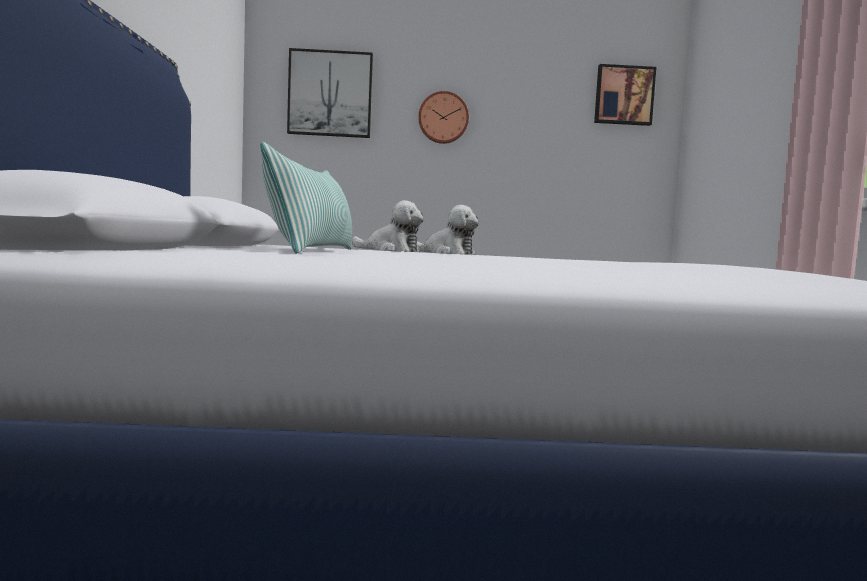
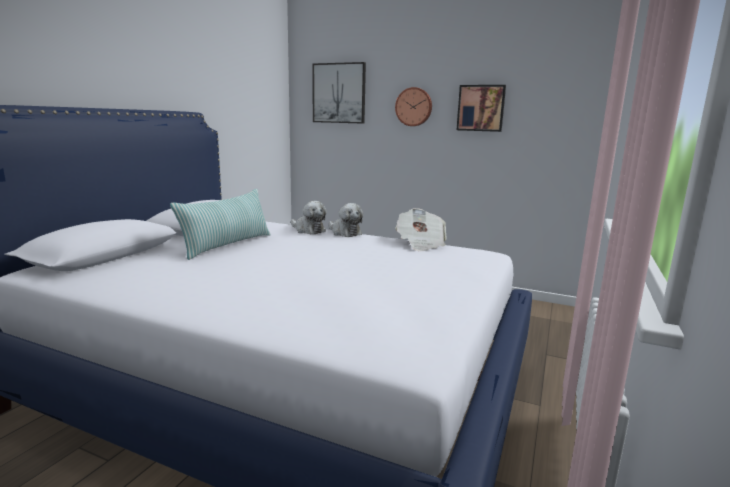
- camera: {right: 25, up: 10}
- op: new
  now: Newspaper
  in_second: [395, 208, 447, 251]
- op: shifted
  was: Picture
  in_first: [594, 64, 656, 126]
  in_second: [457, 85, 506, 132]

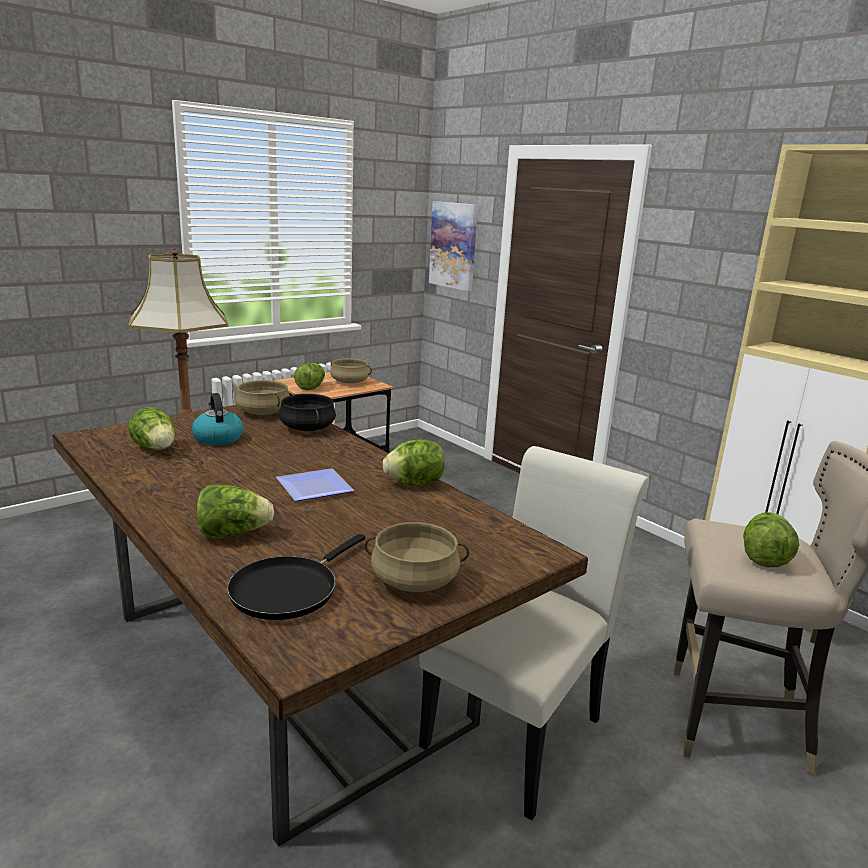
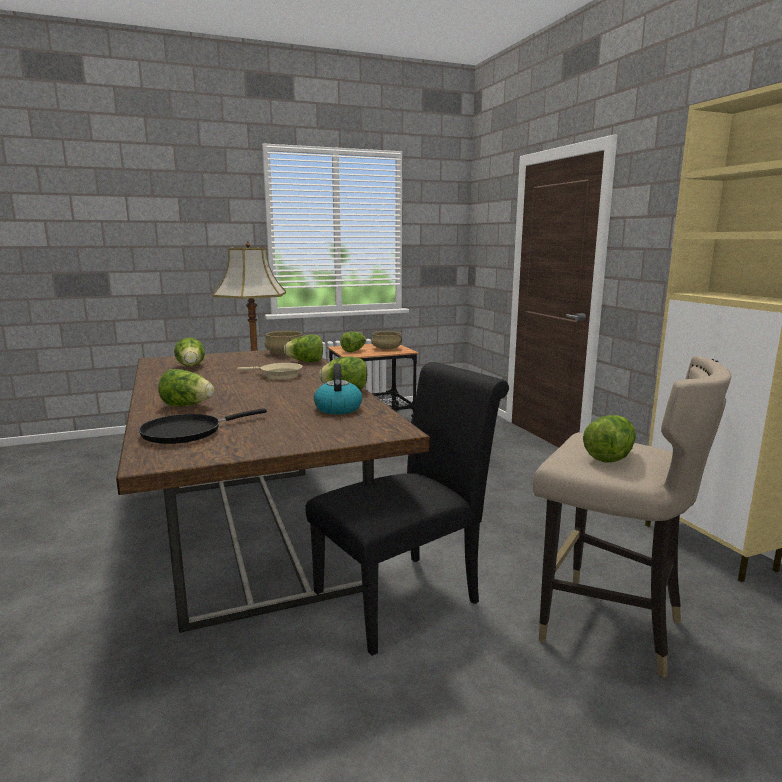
- camera: {right: 20, up: -5}
- op: gone
  was: Plate
  in_first: [276, 468, 354, 501]
- op: gone
  was: BeigeCookingPot
  in_first: [364, 522, 469, 592]
- op: gone
  was: Picture
  in_first: [429, 201, 478, 291]
- op: new
  now: BeigeFryingPan
  in_second: [237, 363, 303, 379]
- op: shifted
  was: Kettle
  in_first: [192, 393, 243, 445]
  in_second: [314, 363, 362, 414]
- op: swapped
  was: BlackCookingPot
  now: Lettuce
  in_first: [279, 394, 336, 431]
  in_second: [284, 335, 323, 362]
- op: repainted
  was: WhiteChair
  now: BlackChair
  in_first: [419, 446, 649, 821]
  in_second: [305, 362, 509, 656]

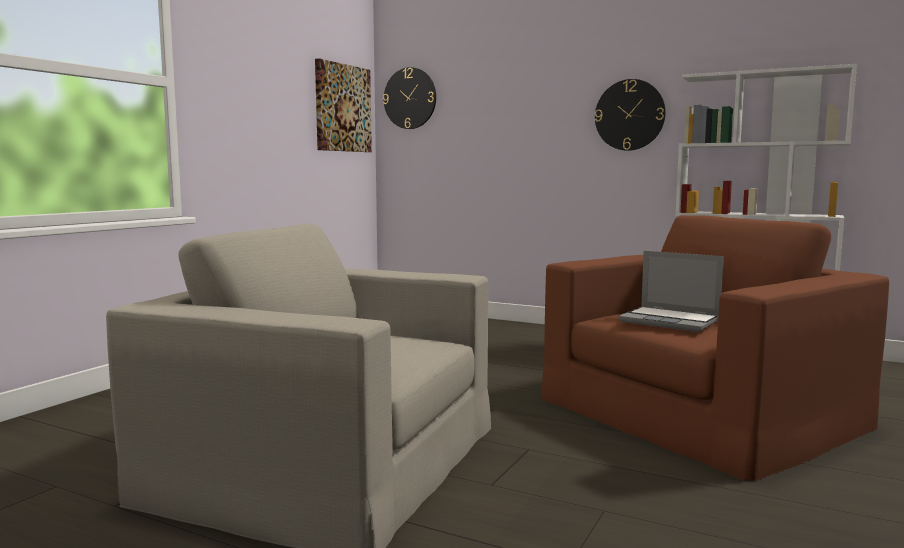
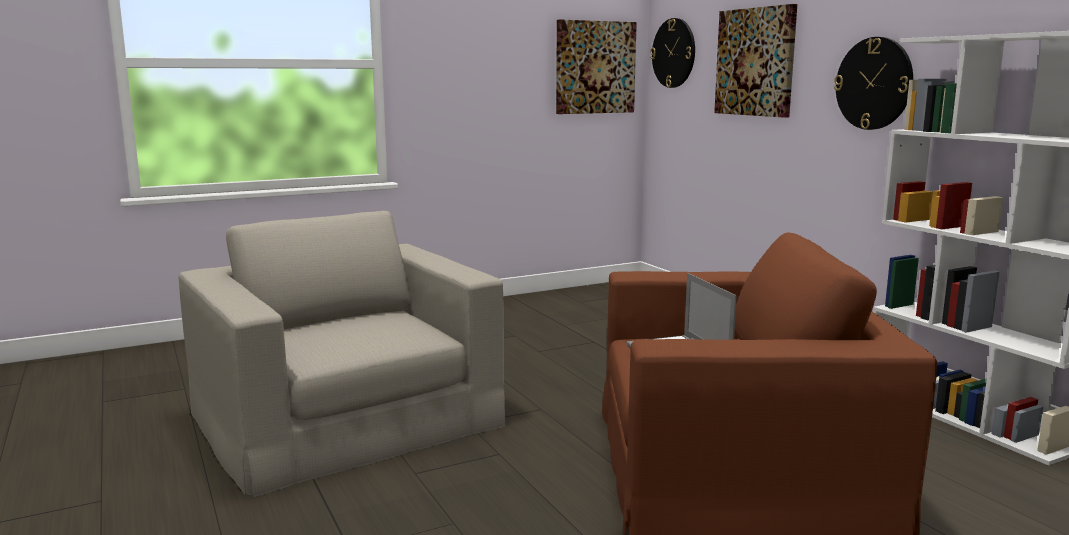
- camera: {right: 35, up: 5}
- op: new
  now: Picture
  in_second: [714, 4, 797, 118]

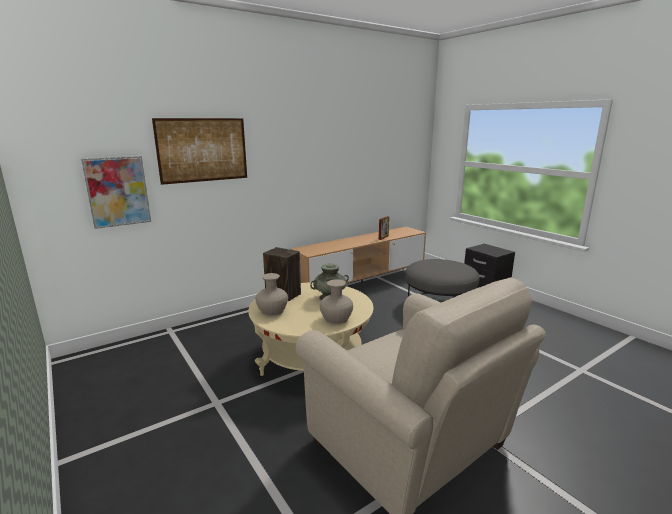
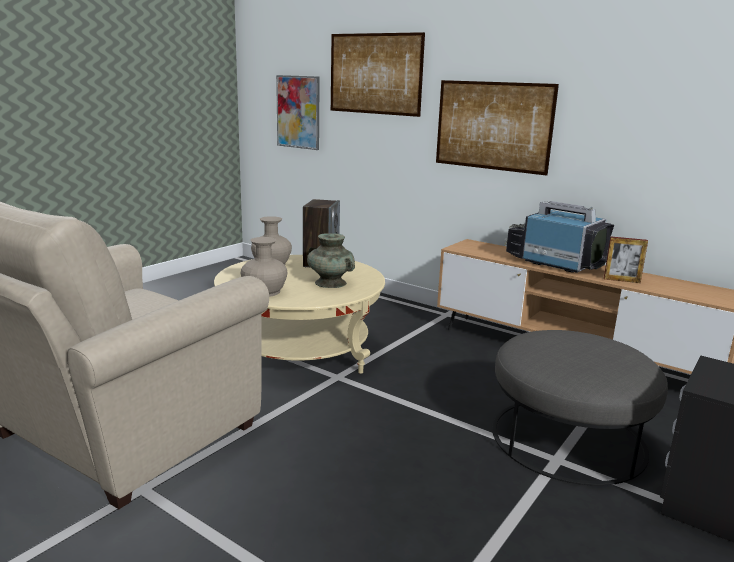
- camera: {right: 70, up: 0}
- op: new
  now: Picture
  in_second: [436, 80, 559, 176]
- op: new
  now: Television
  in_second: [504, 201, 614, 273]

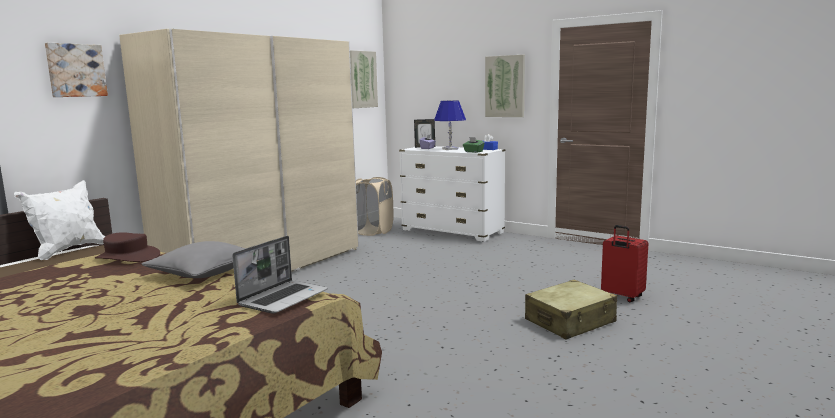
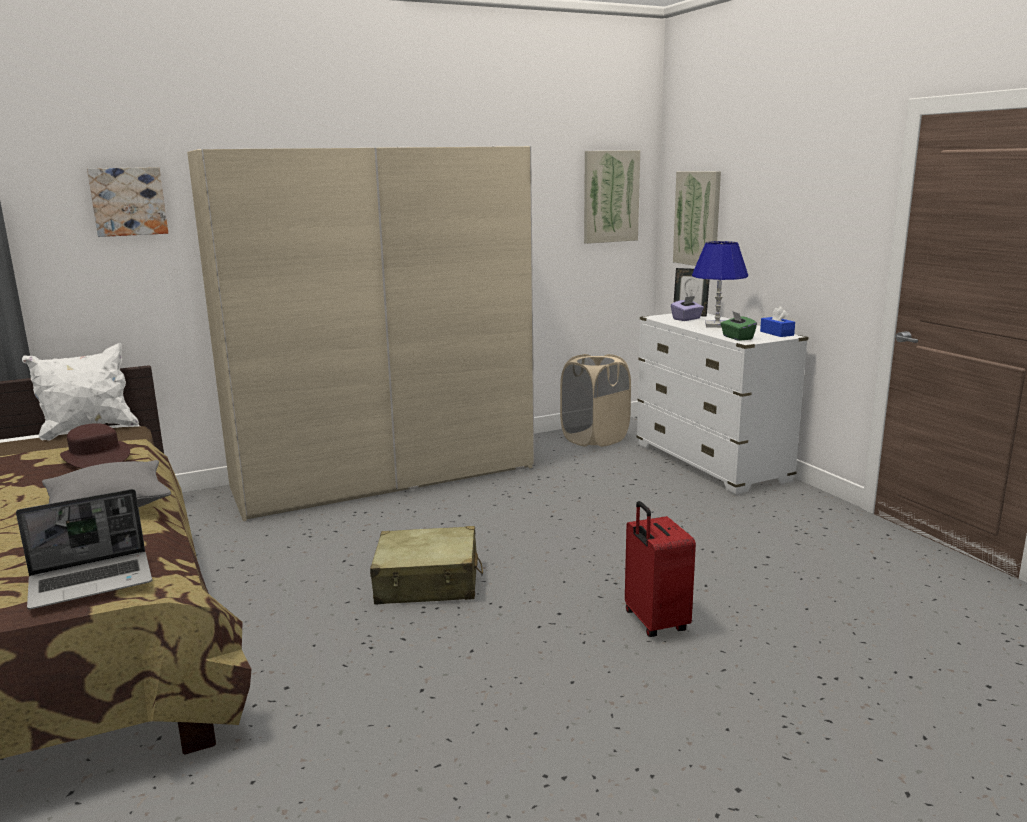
- camera: {right: 30, up: 5}
- op: shifted
  was: Picture
  in_first: [485, 55, 525, 117]
  in_second: [673, 171, 721, 266]
- op: shifted
  was: BeigeSuitcase
  in_first: [525, 280, 617, 340]
  in_second: [370, 526, 483, 604]
- op: shifted
  was: RedSuitcase
  in_first: [601, 225, 649, 302]
  in_second: [625, 501, 696, 637]

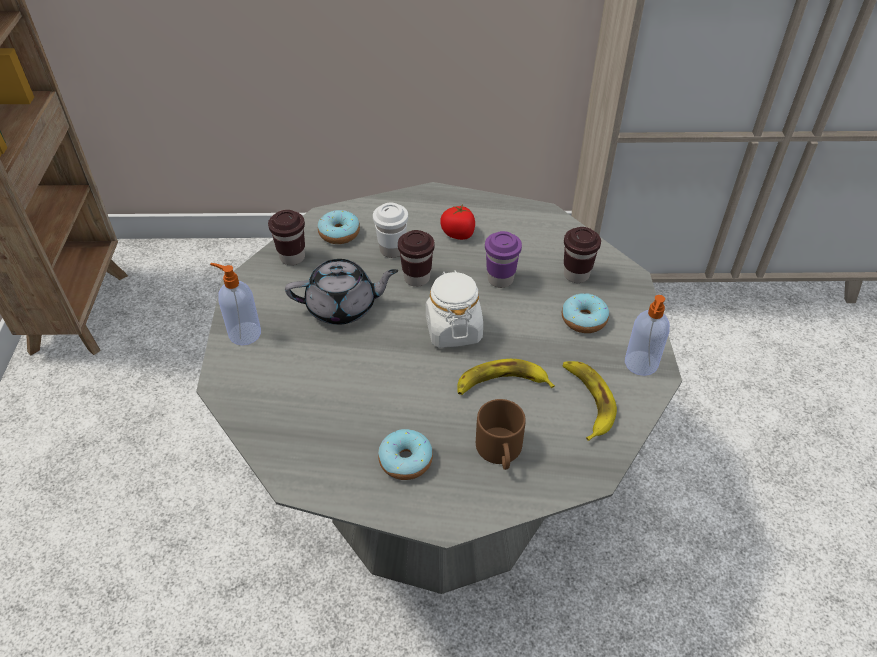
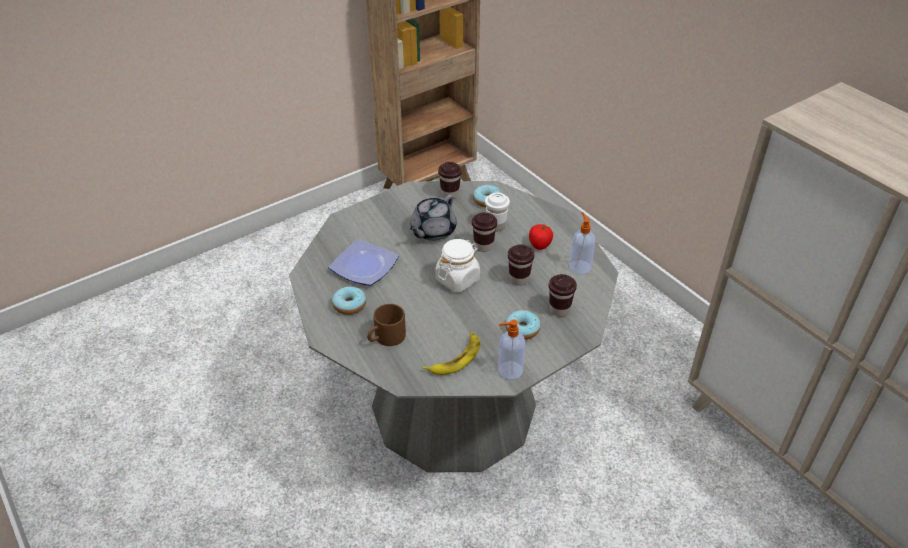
- camera: {right: 55, up: -5}
- op: gone
  was: Banana
  in_first: [457, 359, 555, 395]
- op: new
  now: Plate
  in_second: [328, 239, 399, 286]
- op: shifted
  was: SoapDispenser
  in_first: [210, 263, 261, 345]
  in_second: [569, 212, 595, 274]
- op: repainted
  was: PurpleCup
  now: BrownCup
  in_first: [485, 231, 522, 288]
  in_second: [508, 244, 534, 286]
- op: rotated
  was: GreyTeapot
  in_first: [285, 259, 398, 325]
  in_second: [410, 195, 457, 241]
  clockwise: 75

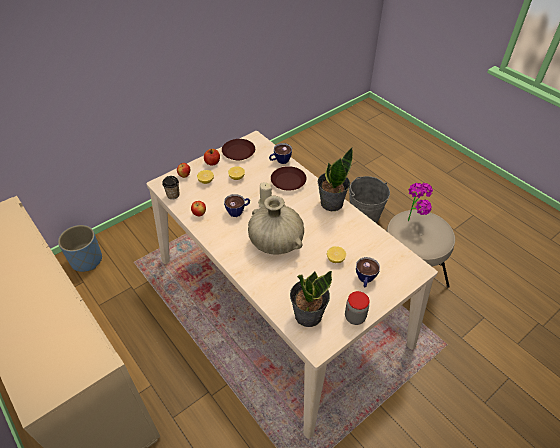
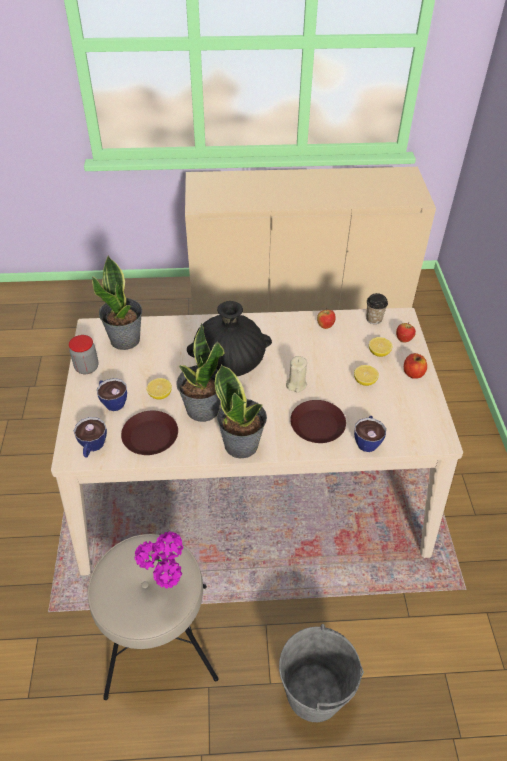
- camera: {right: 125, up: 0}
- op: gone
  was: BluePlanter
  in_first: [58, 225, 102, 272]
- op: new
  now: PottedPlant
  in_second: [176, 323, 224, 422]
- op: shifted
  was: BrownPlate
  in_first: [222, 139, 255, 160]
  in_second: [121, 410, 178, 455]
- op: shifted
  was: Cup
  in_first: [224, 194, 250, 217]
  in_second: [74, 417, 107, 458]
- op: repainted
  was: BeigeVase
  now: BlackVase
  in_first: [248, 196, 304, 255]
  in_second: [187, 301, 272, 376]

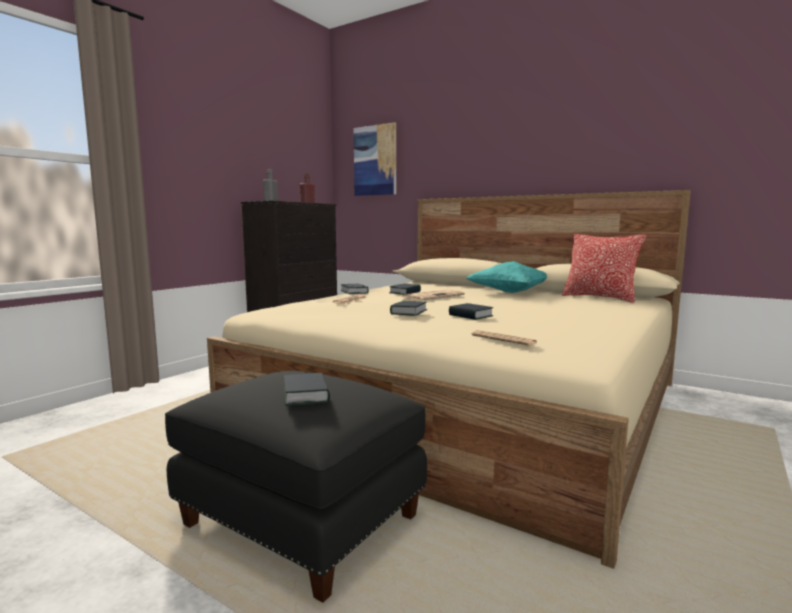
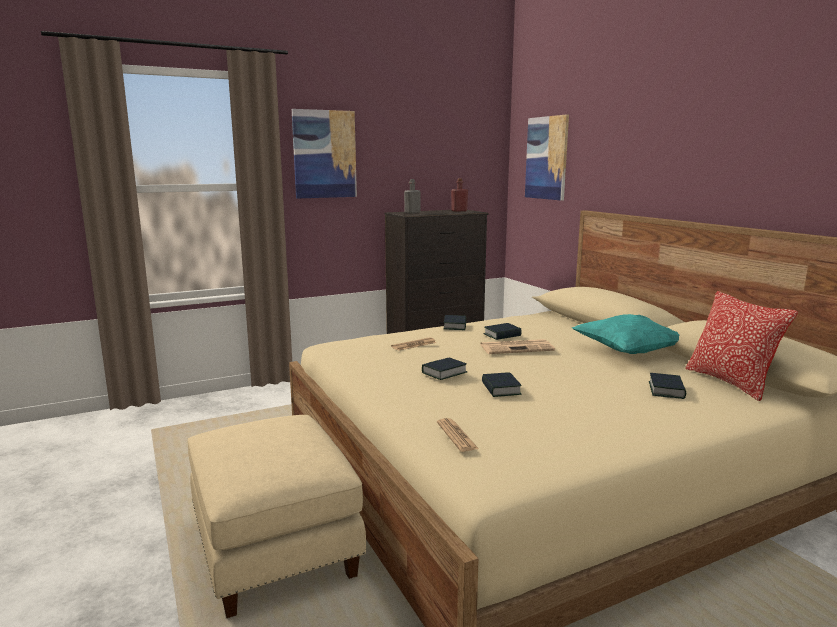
- camera: {right: 30, up: 5}
- op: new
  now: Picture
  in_second: [292, 109, 357, 198]
- op: shifted
  was: Book
  in_first: [284, 373, 330, 406]
  in_second: [649, 373, 686, 399]
- op: repainted
  was: BlackOttoman
  now: BeigeOttoman
  in_first: [165, 371, 427, 603]
  in_second: [188, 415, 366, 618]

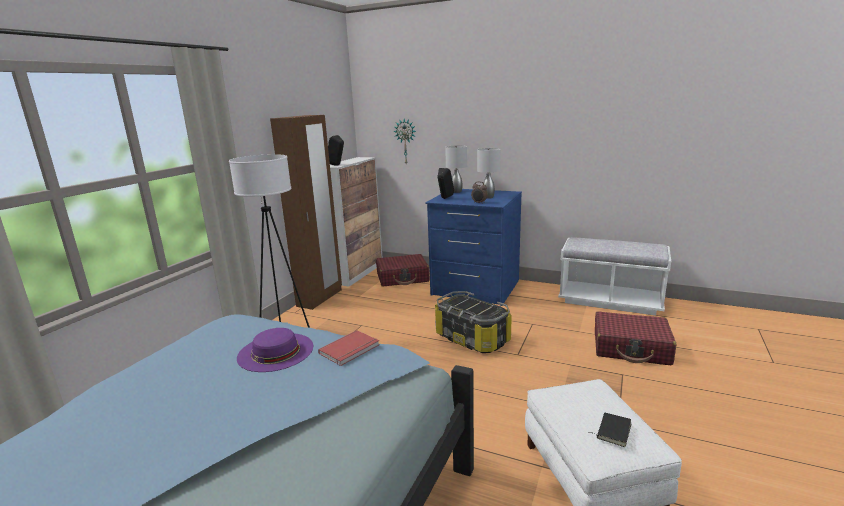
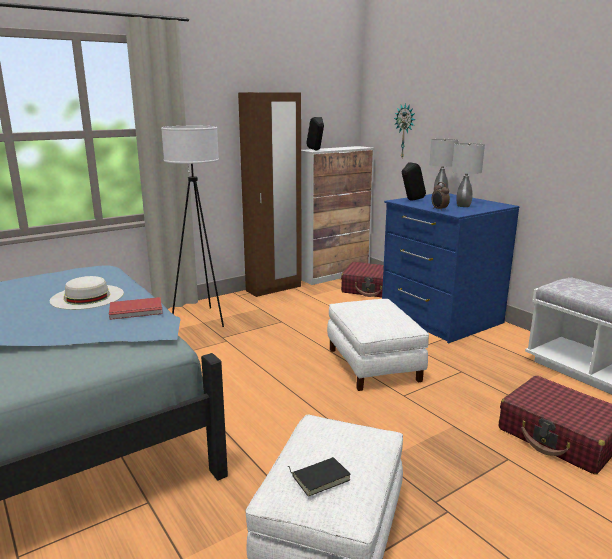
- camera: {right: 30, up: 0}
- op: swapped
  was: StorageBox
  now: WhiteOttoman
  in_first: [435, 291, 512, 353]
  in_second: [327, 299, 429, 391]
- op: repainted
  was: PurpleHat
  now: WhiteHat
  in_first: [237, 328, 313, 372]
  in_second: [50, 276, 124, 310]

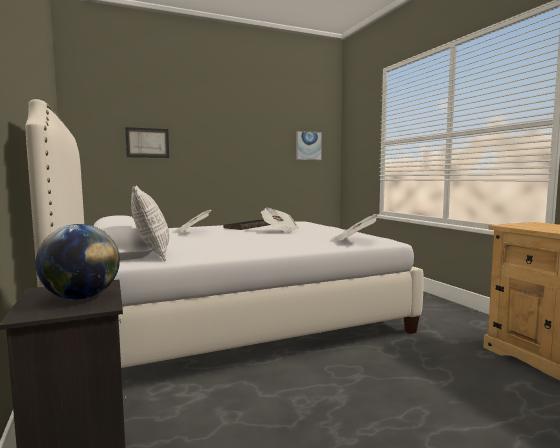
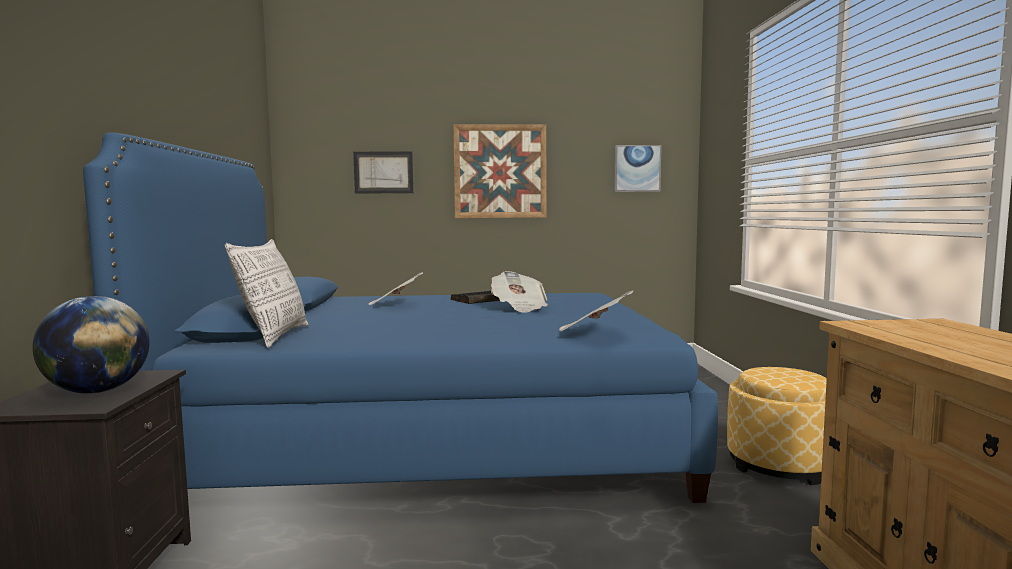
- camera: {right: 20, up: 0}
- op: new
  now: Picture
  in_second: [453, 125, 546, 218]
- op: new
  now: Ottoman
  in_second: [727, 367, 827, 485]
- op: repainted
  was: WhiteBed
  now: BlueBed
  in_first: [25, 99, 424, 368]
  in_second: [83, 133, 718, 503]

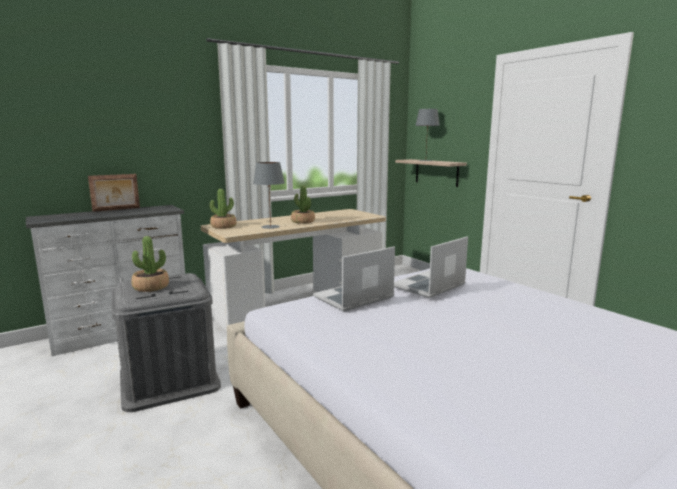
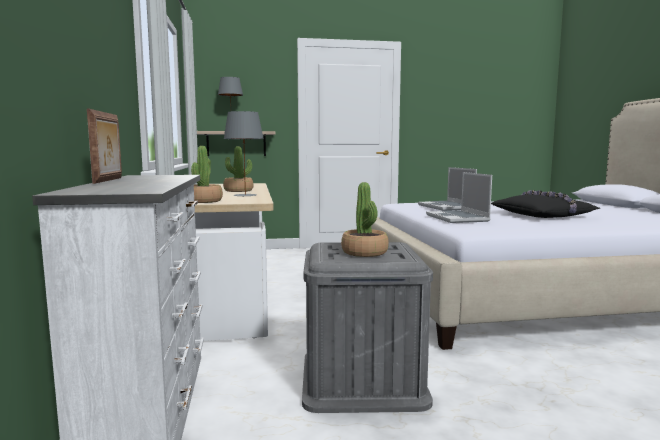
- camera: {right: -65, up: -5}
- op: new
  now: BlackPillow
  in_second: [491, 190, 601, 218]

